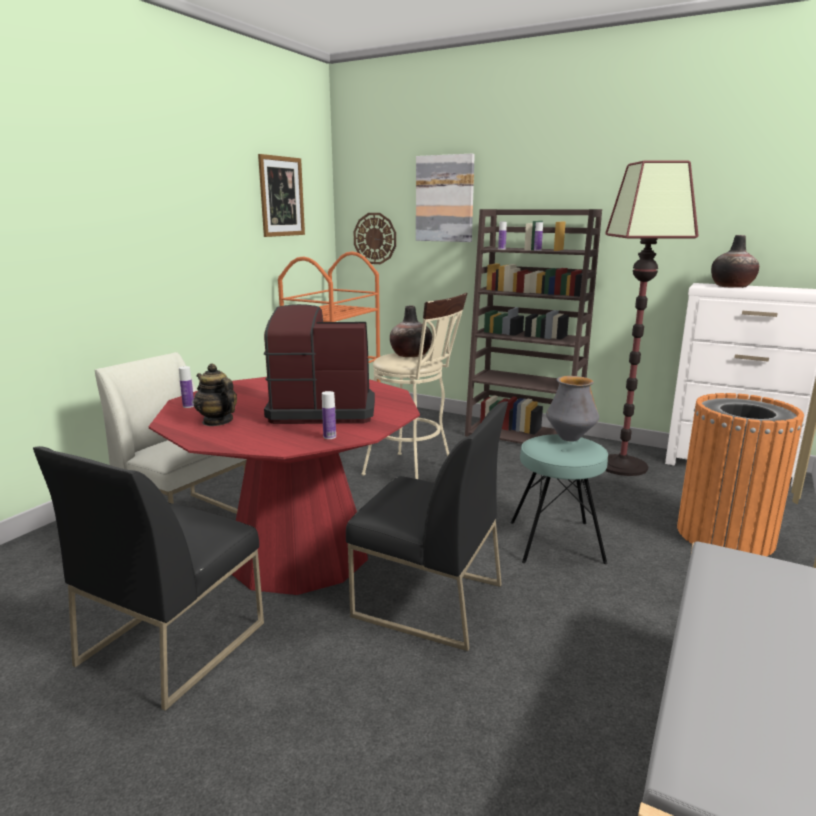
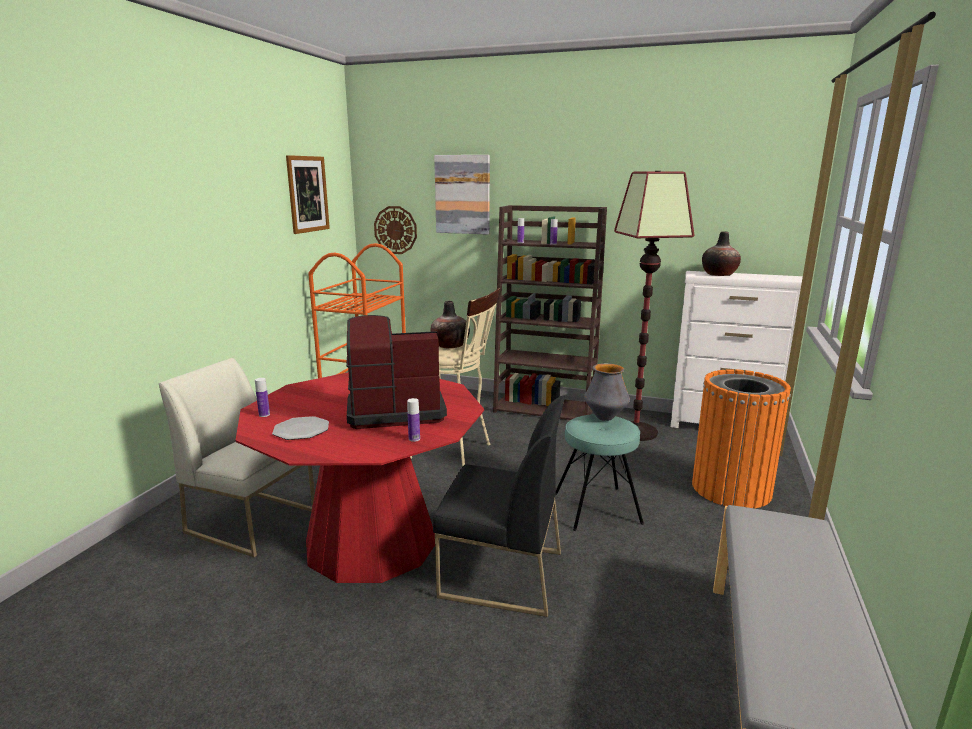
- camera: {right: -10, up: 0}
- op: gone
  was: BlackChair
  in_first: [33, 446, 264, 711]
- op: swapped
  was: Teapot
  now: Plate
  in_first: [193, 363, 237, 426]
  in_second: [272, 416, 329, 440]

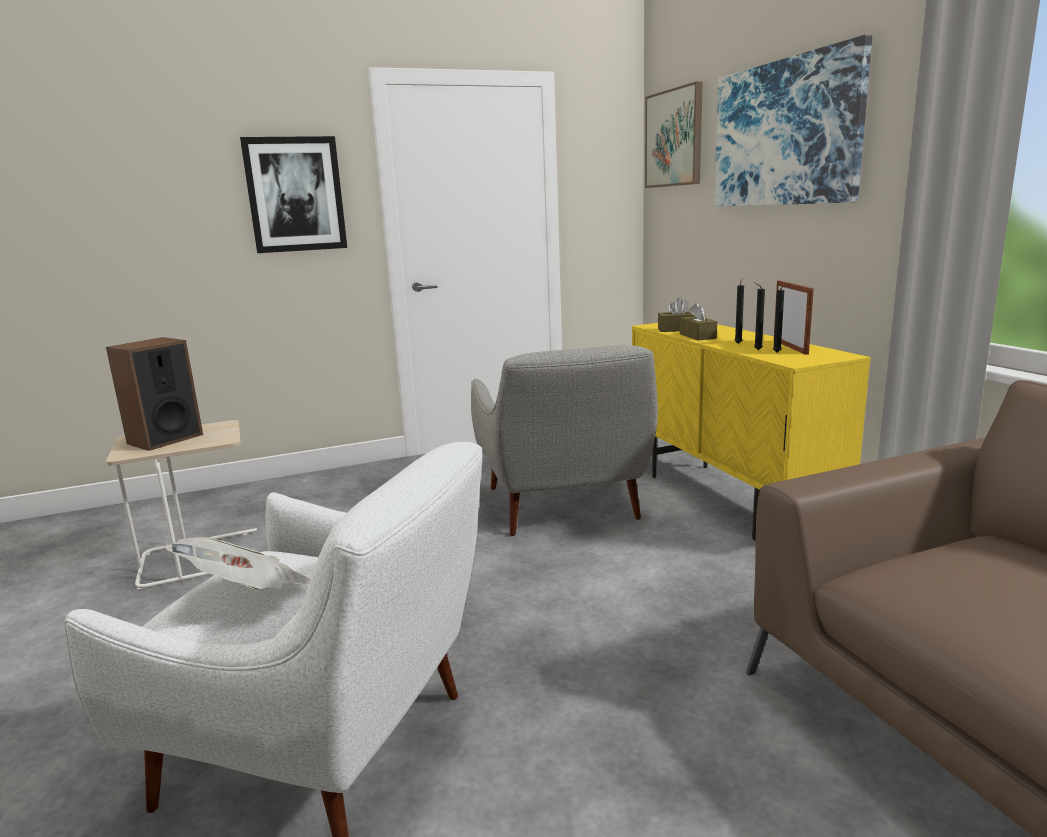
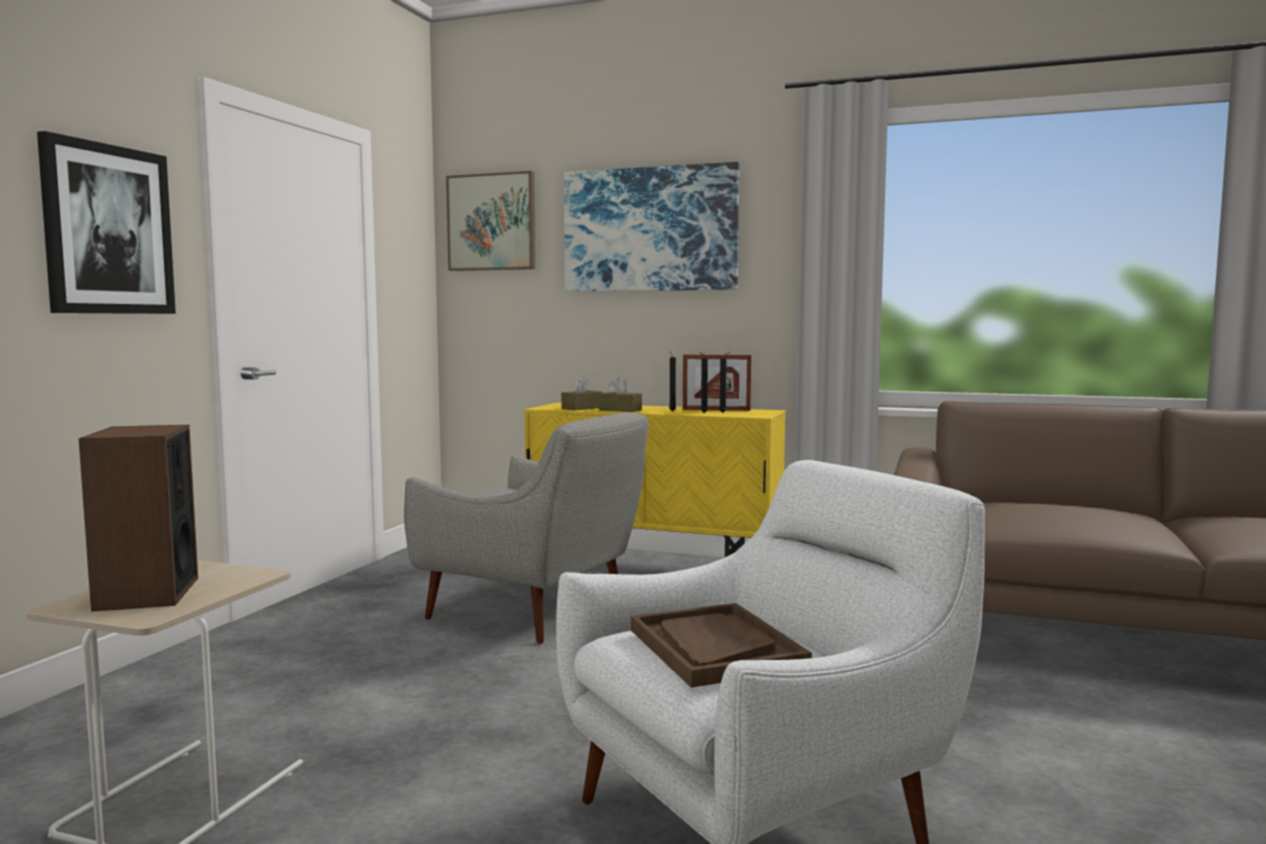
- camera: {right: -50, up: -10}
- op: swapped
  was: Newspaper
  now: BrownTray
  in_first: [164, 537, 311, 589]
  in_second: [631, 603, 812, 688]
- op: rotated
  was: PictureFrame
  in_first: [774, 280, 814, 355]
  in_second: [683, 355, 751, 411]
  clockwise: 150

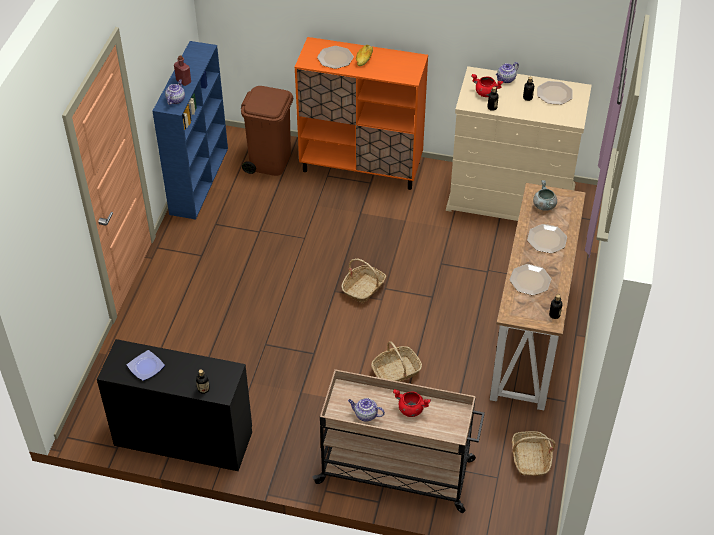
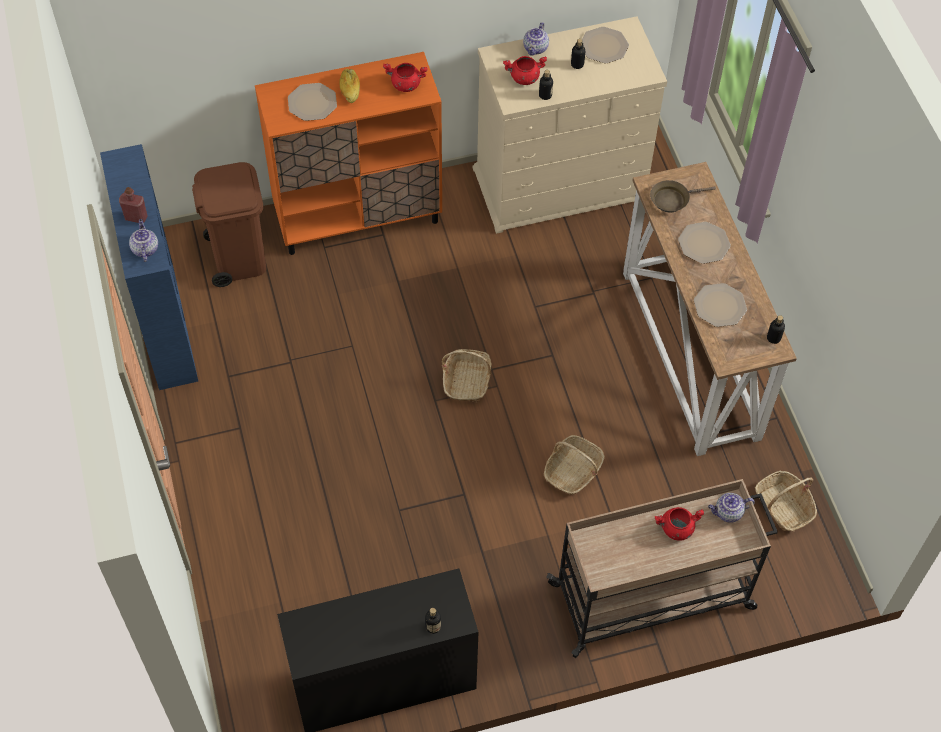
- camera: {right: -30, up: 10}
- op: gone
  was: Plate
  in_first: [127, 350, 165, 381]
- op: new
  now: RedCookingPot
  in_second: [383, 63, 428, 92]
- op: shifted
  was: Teapot
  in_first: [348, 398, 385, 422]
  in_second: [708, 493, 755, 523]
- op: swapped
  was: GreyCookingPot
  now: BrownFryingPan
  in_first: [533, 180, 557, 211]
  in_second: [650, 180, 716, 212]

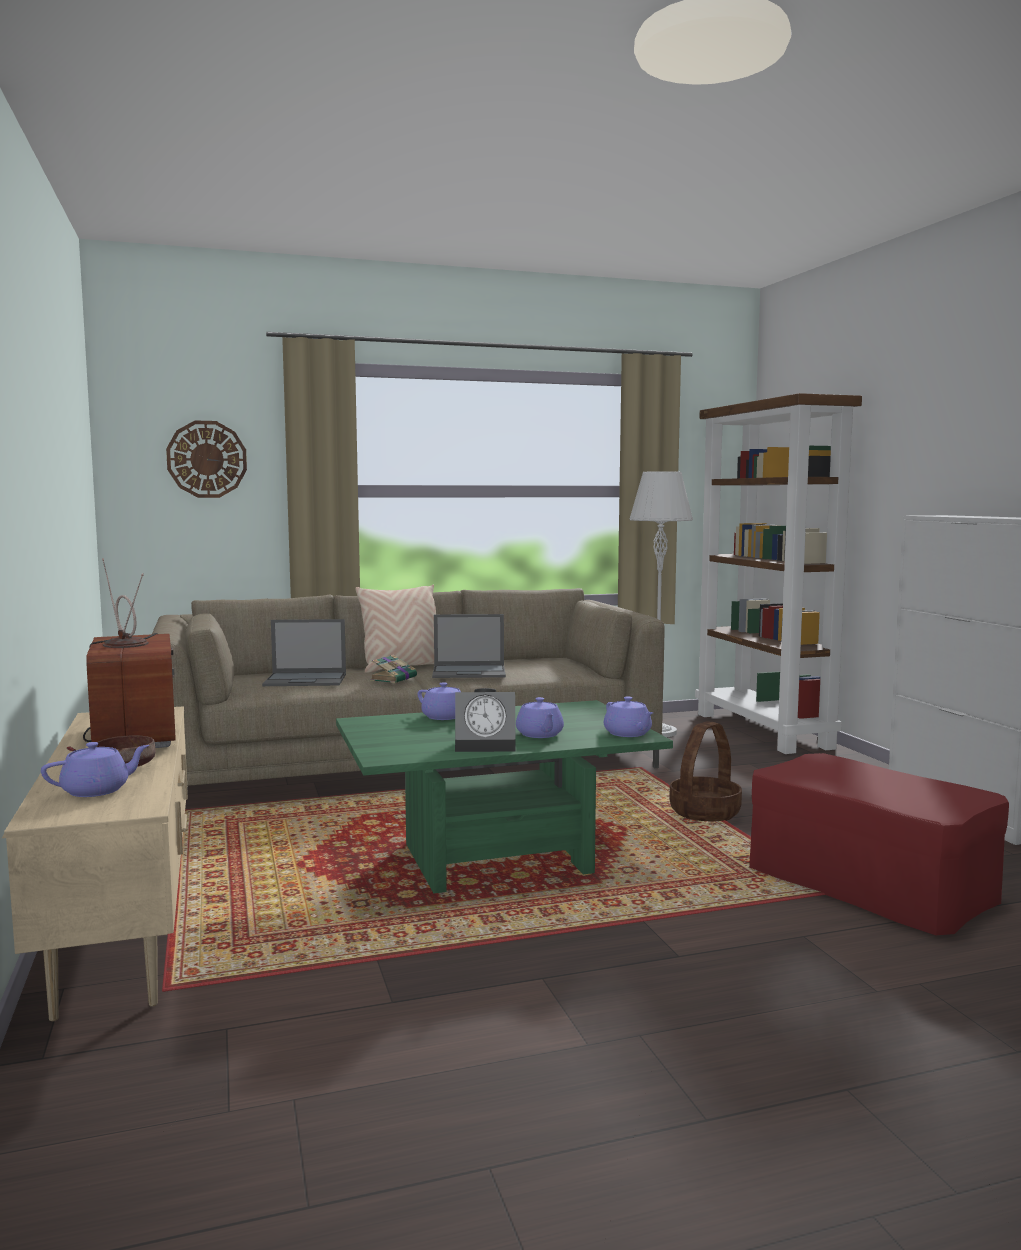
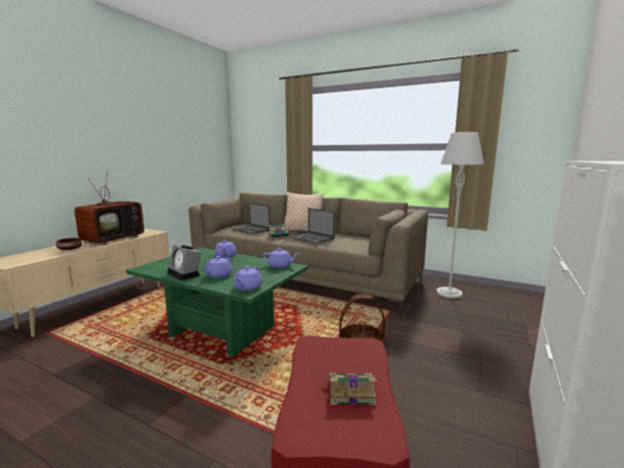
- camera: {right: 45, up: 5}
- op: gone
  was: WallClock
  in_first: [166, 421, 247, 498]
- op: gone
  was: BrownBookcase
  in_first: [695, 393, 862, 754]
- op: new
  now: Book
  in_second: [321, 373, 377, 405]
- op: shifted
  was: PurpleTeapot
  in_first: [41, 742, 149, 797]
  in_second: [263, 248, 299, 269]

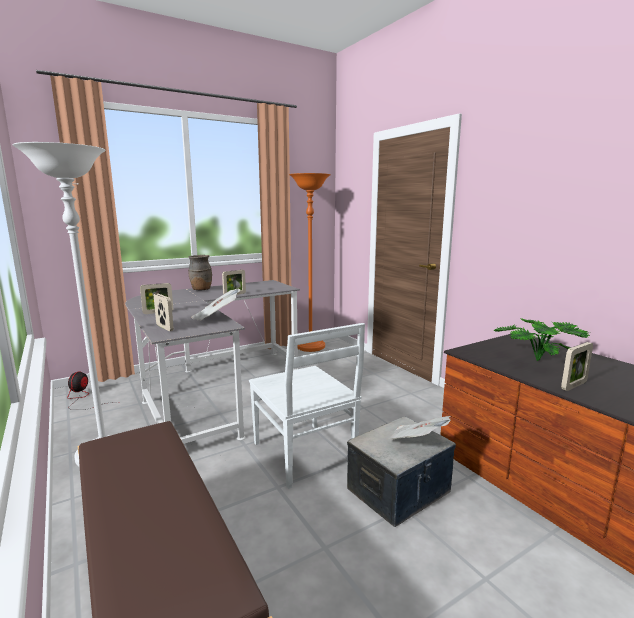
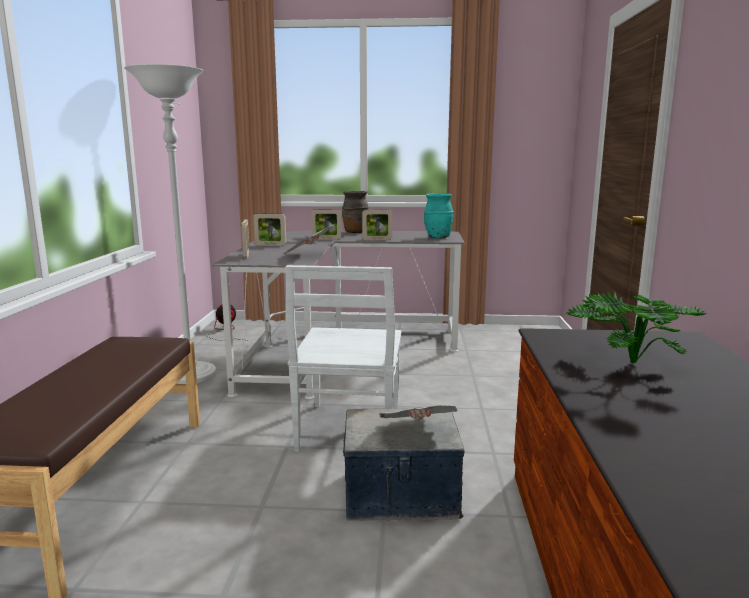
- camera: {right: 35, up: 0}
- op: gone
  was: OrangeFloorLamp
  in_first: [289, 173, 331, 352]
- op: new
  now: TurquoiseVase
  in_second: [424, 193, 454, 239]
- op: shifted
  was: PictureFrame
  in_first: [561, 342, 593, 391]
  in_second: [311, 209, 341, 239]

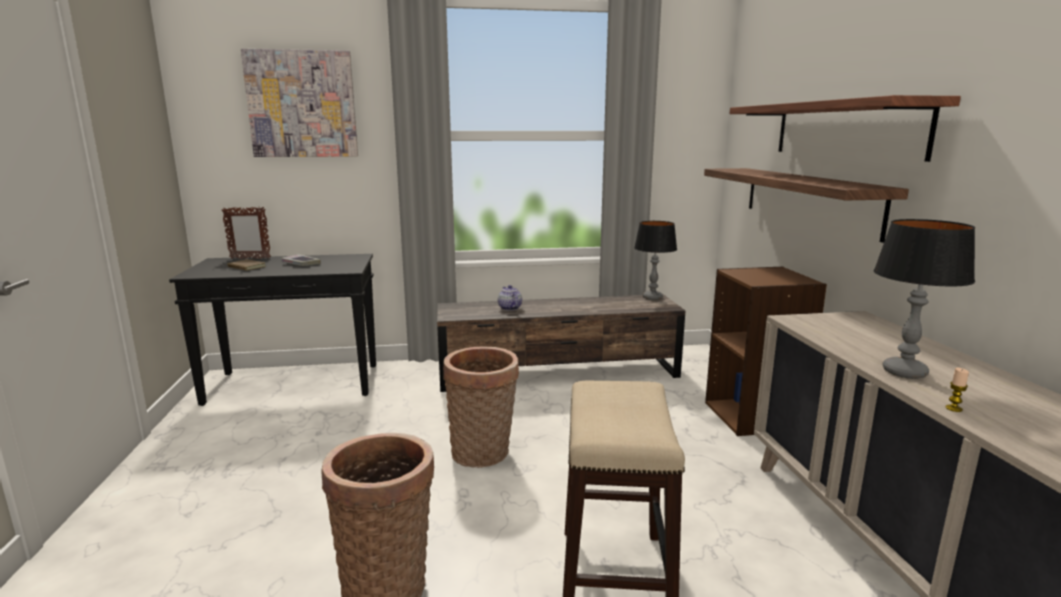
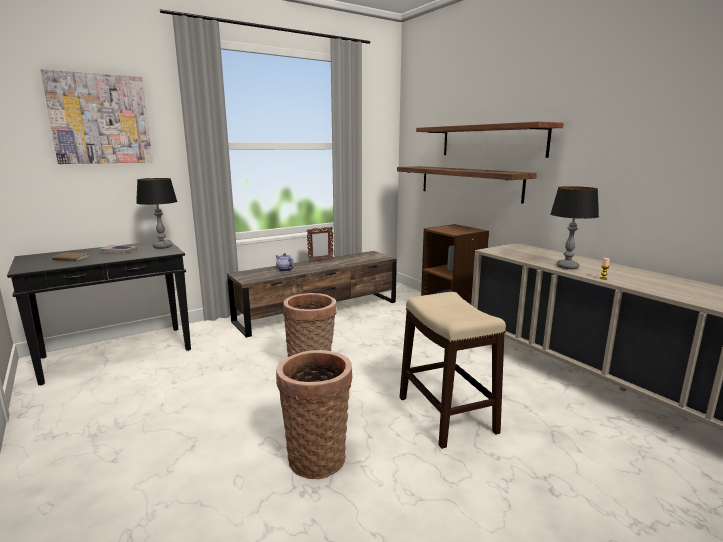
- camera: {right: -25, up: 0}
- op: shifted
  was: PictureFrame
  in_first: [222, 207, 271, 259]
  in_second: [307, 227, 333, 262]
- op: shifted
  was: TableLamp
  in_first: [634, 221, 677, 300]
  in_second: [136, 178, 177, 249]

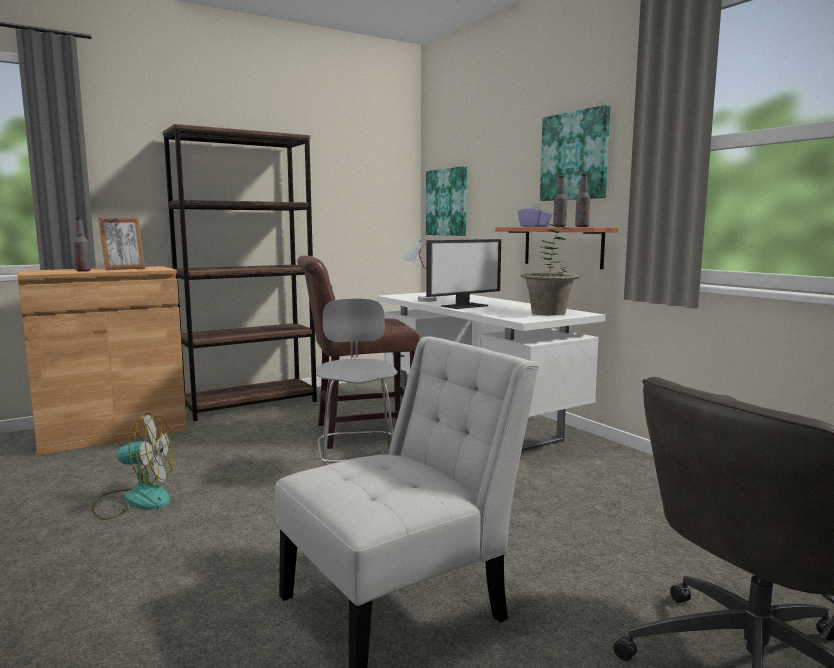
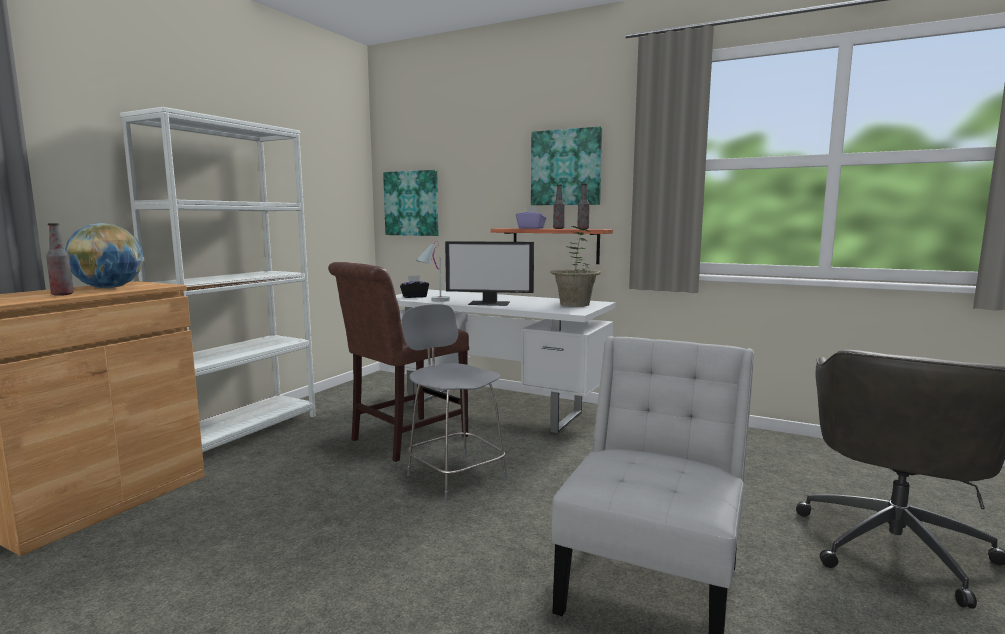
- camera: {right: -30, up: 0}
- op: gone
  was: Fan
  in_first: [92, 413, 175, 520]
- op: new
  now: BlackTissueBox
  in_second: [400, 275, 429, 298]
- op: swapped
  was: PictureFrame
  now: Globe
  in_first: [98, 218, 145, 270]
  in_second: [65, 223, 144, 288]
- op: repainted
  was: BrownBookcase
  now: WhiteBookcase
  in_first: [163, 124, 317, 421]
  in_second: [120, 107, 316, 452]
- op: rotated
  was: Monitor
  in_first: [426, 239, 501, 309]
  in_second: [445, 241, 534, 306]
  clockwise: 75

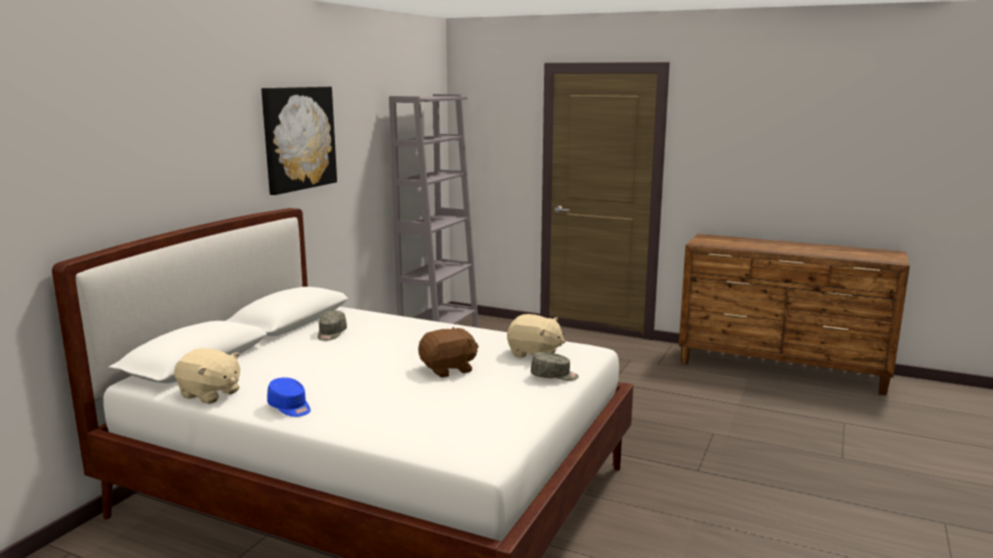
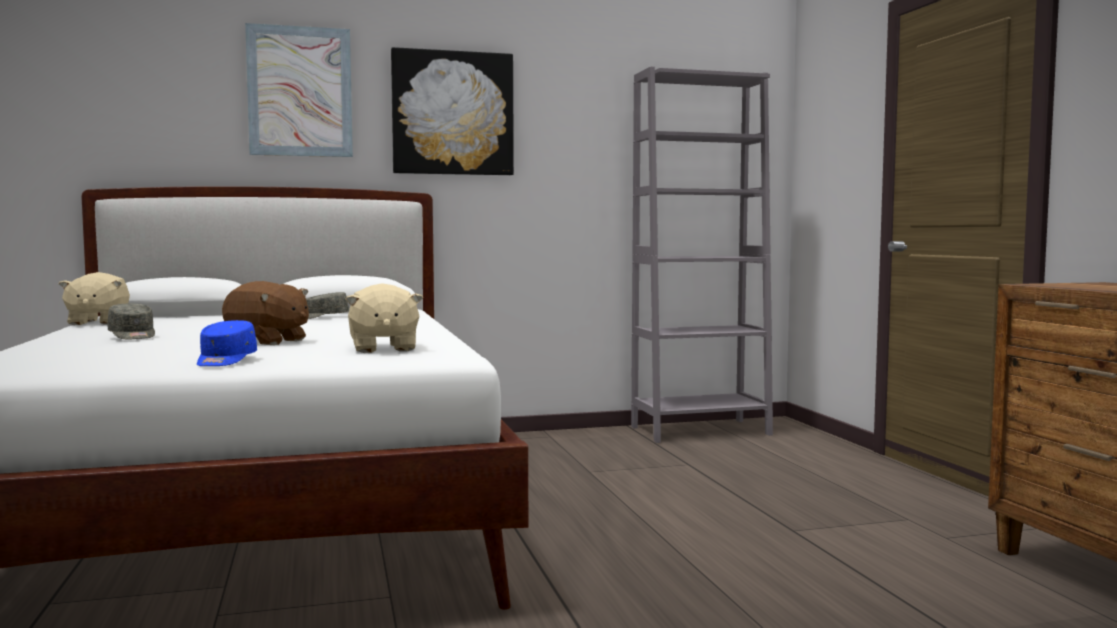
- camera: {right: 50, up: -10}
- op: new
  now: Picture
  in_second: [245, 23, 353, 157]
- op: shifted
  was: BlueCap
  in_first: [267, 377, 311, 417]
  in_second: [197, 320, 257, 366]
- op: shifted
  was: GreyCap
  in_first: [531, 352, 579, 381]
  in_second: [107, 304, 155, 340]

